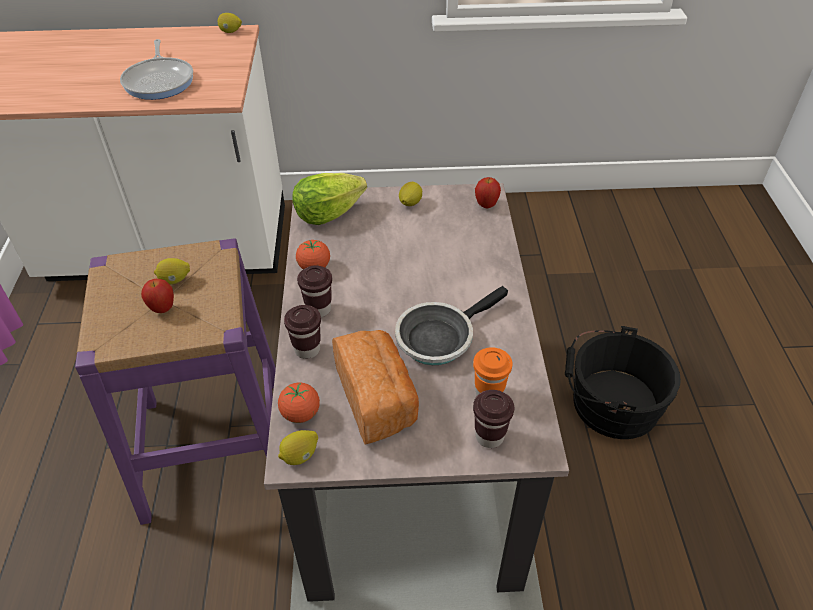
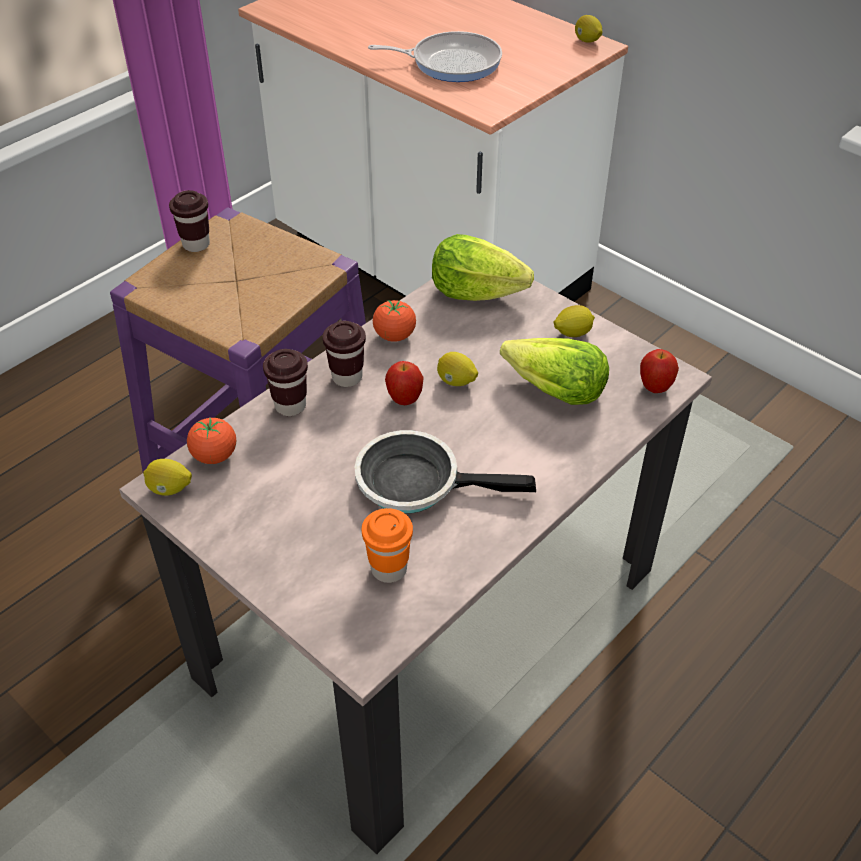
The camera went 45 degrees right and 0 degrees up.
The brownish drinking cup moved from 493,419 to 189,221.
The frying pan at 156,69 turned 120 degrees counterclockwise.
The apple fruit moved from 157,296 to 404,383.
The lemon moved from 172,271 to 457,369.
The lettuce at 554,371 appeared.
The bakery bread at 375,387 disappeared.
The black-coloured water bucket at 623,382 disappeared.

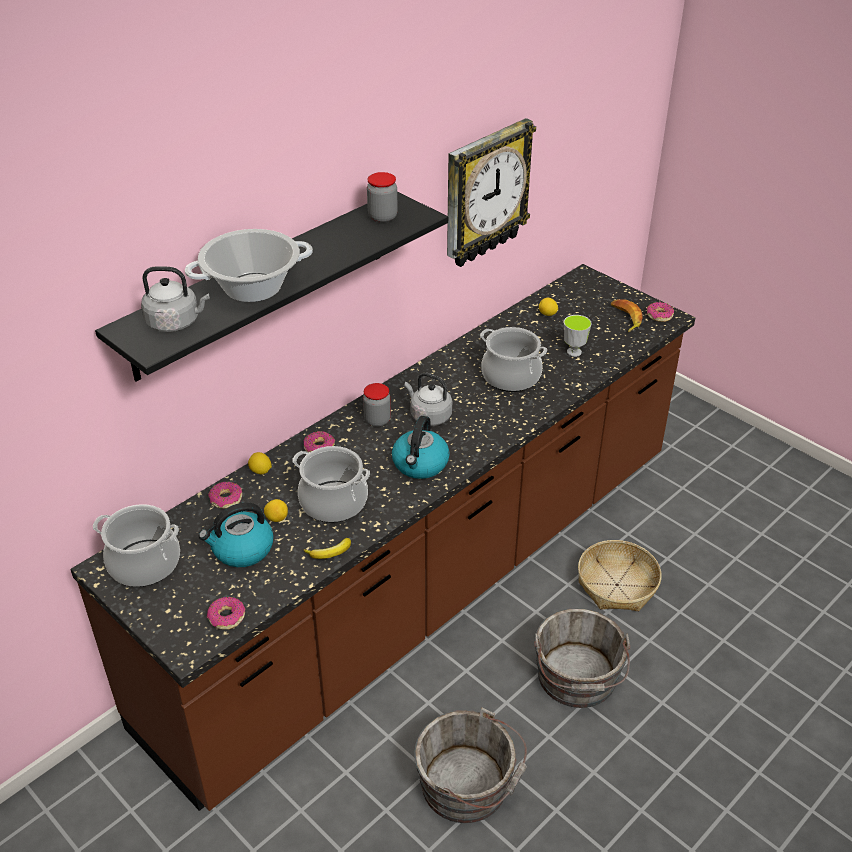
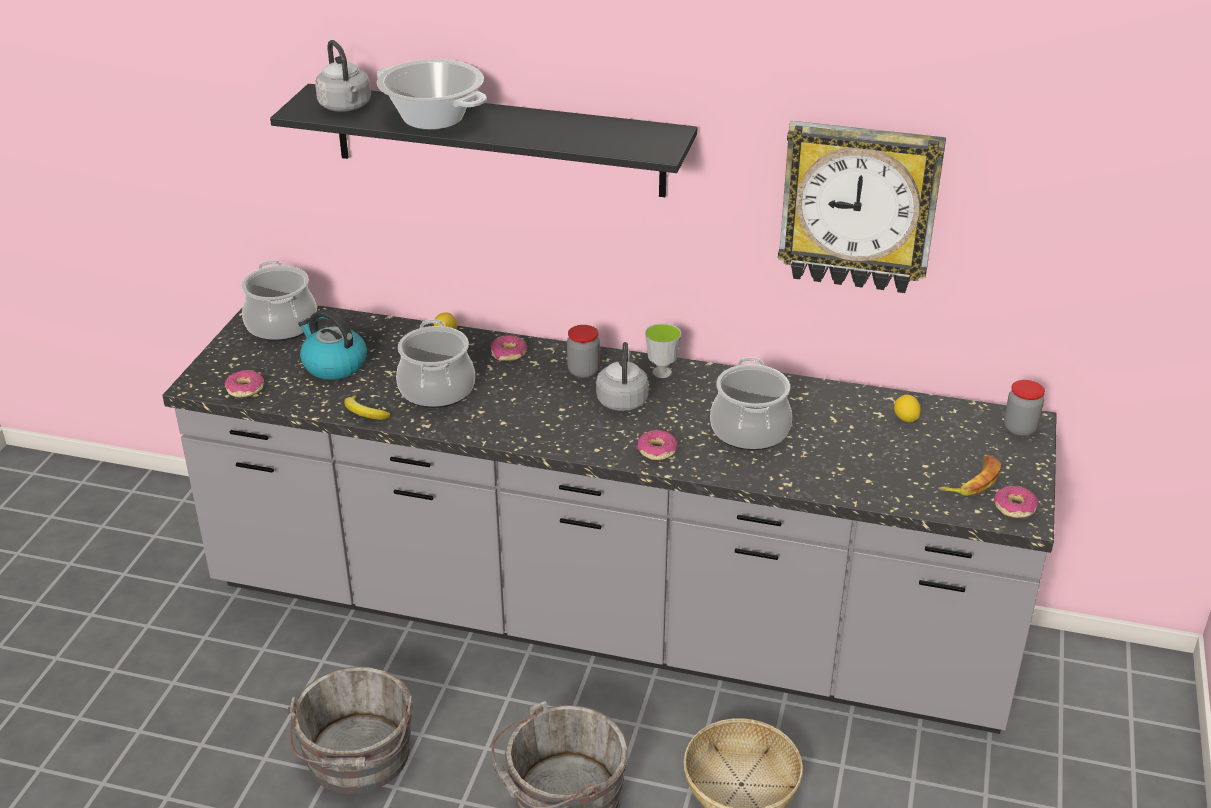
The camera went 60 degrees right and 5 degrees down.
The brownish counter at 383,537 became the grey counter at 609,519.
The ring doughnut moved from 225,495 to 657,445.
The drinking cup moved from 578,336 to 663,350.
The storage jar moved from 382,197 to 1024,408.
The lemon at 276,510 disappeared.
The water kettle at 421,447 disappeared.

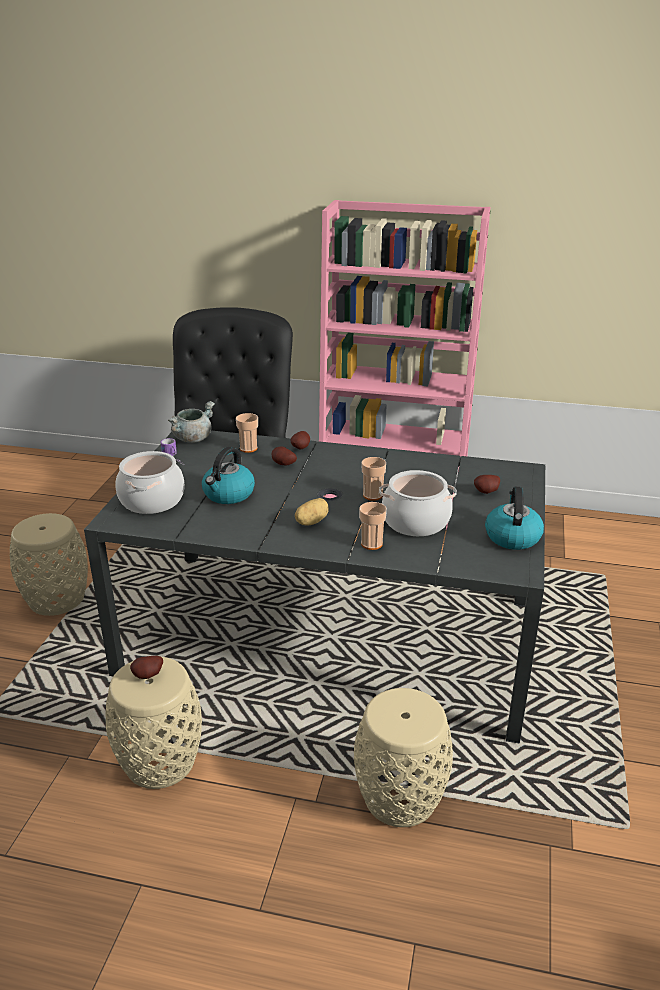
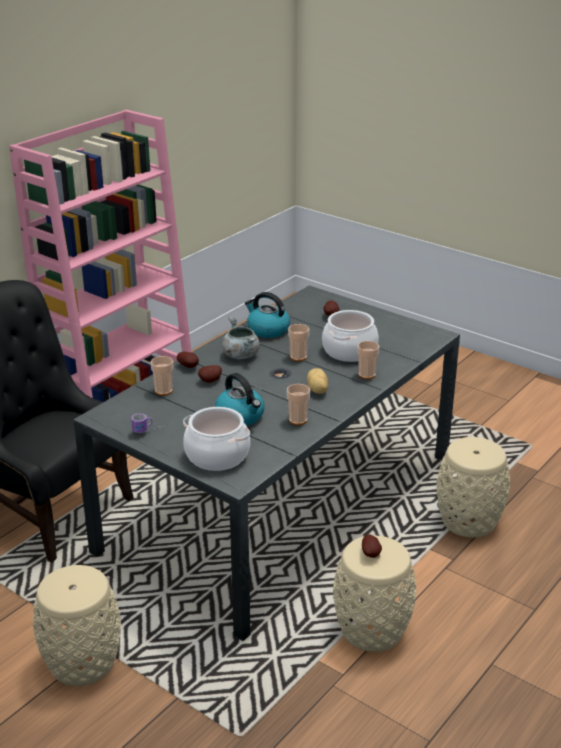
The camera went 65 degrees left and 0 degrees up.
The grey cooking pot moved from 191,422 to 241,338.
The water kettle moved from 514,518 to 267,315.
The drinking cup at 298,404 appeared.

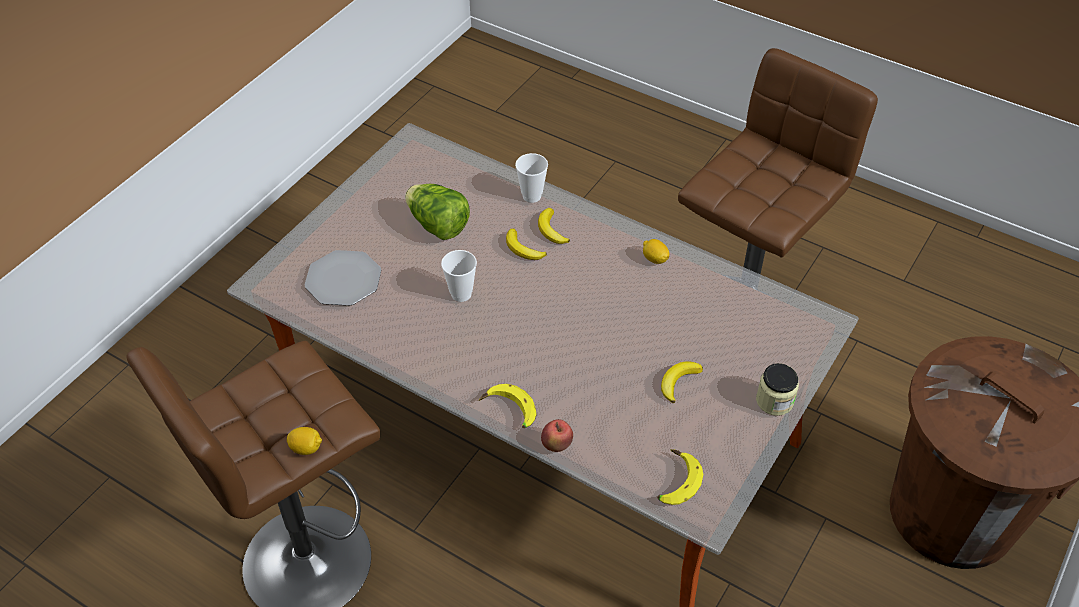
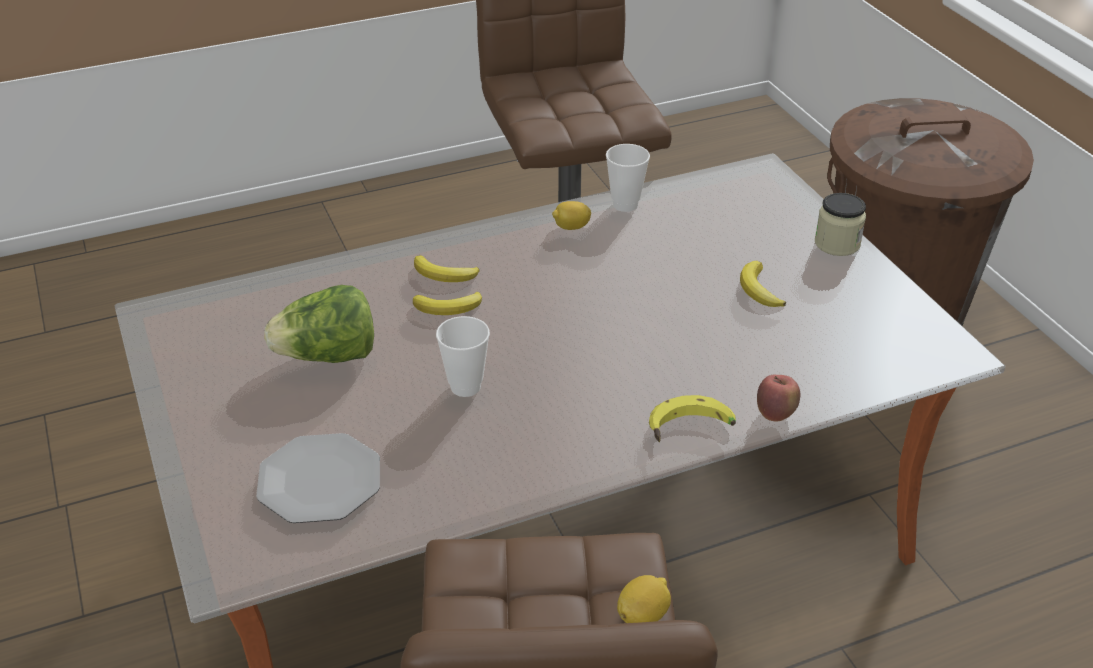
The camera went 55 degrees left and 10 degrees down.
The drinking cup moved from 531,178 to 628,178.
The whole banana at 680,477 disappeared.

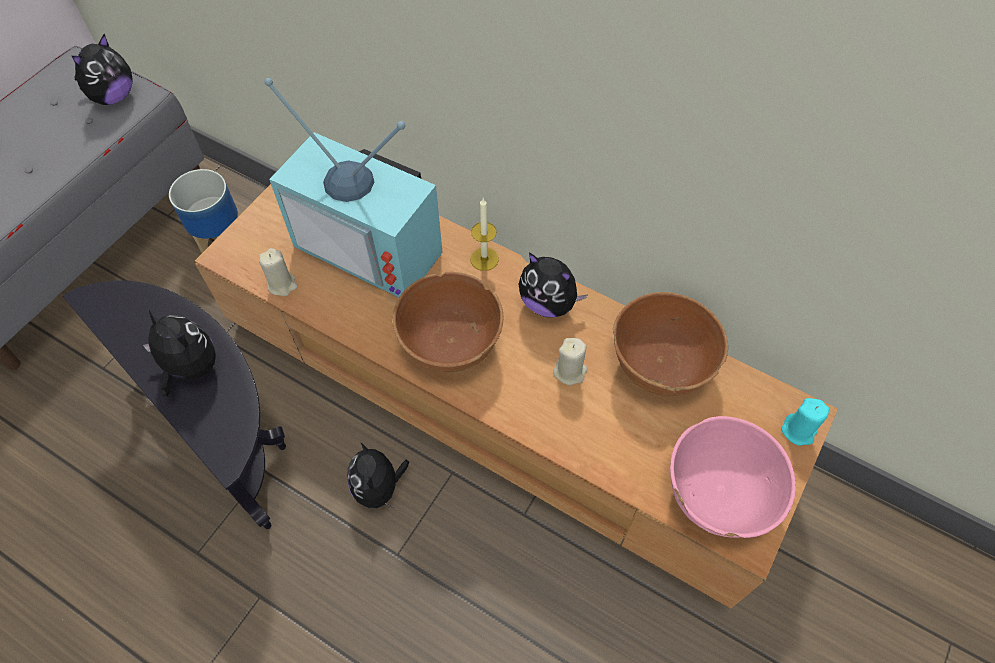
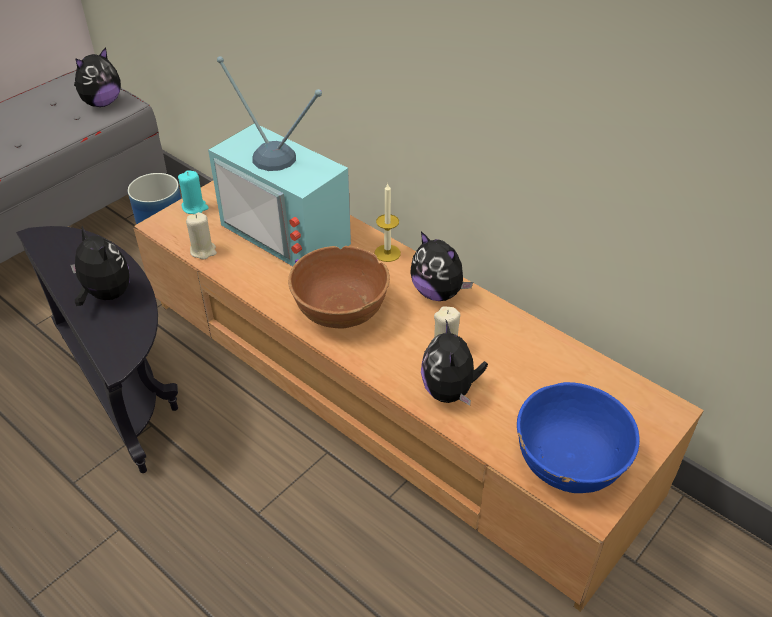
The camera went 10 degrees right and 15 degrees down.
The blue-green wax candle moved from 805,422 to 193,192.
The plush toy moved from 378,475 to 454,362.
The pink serving bowl at 733,477 became the blue-coloured serving bowl at 578,437.
The brownish serving bowl at 670,344 disappeared.

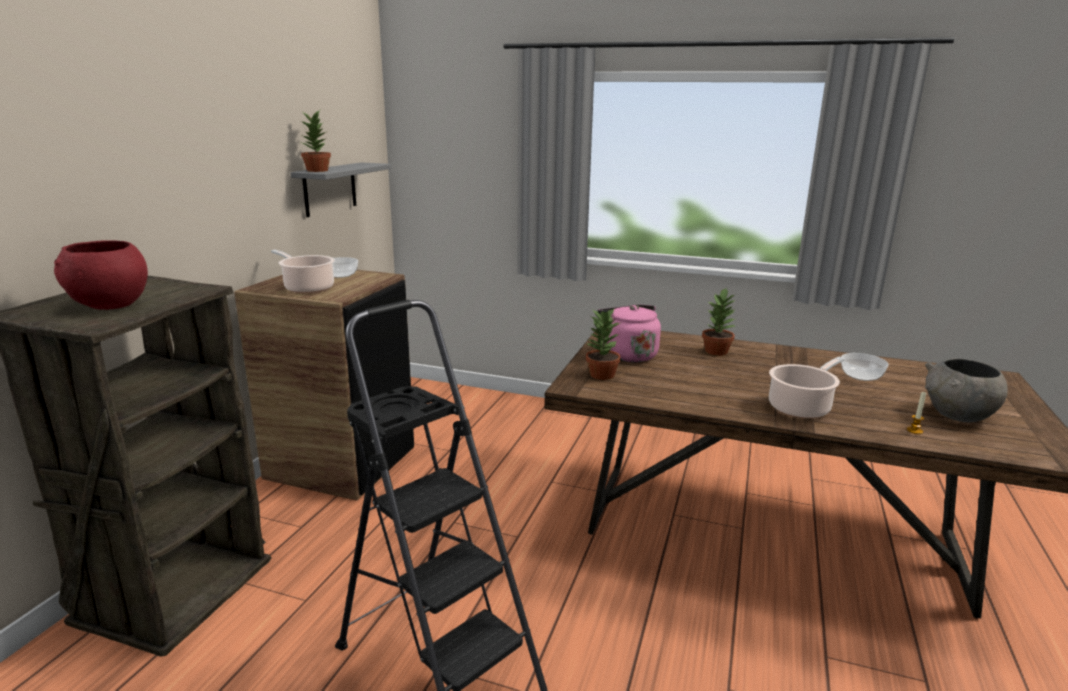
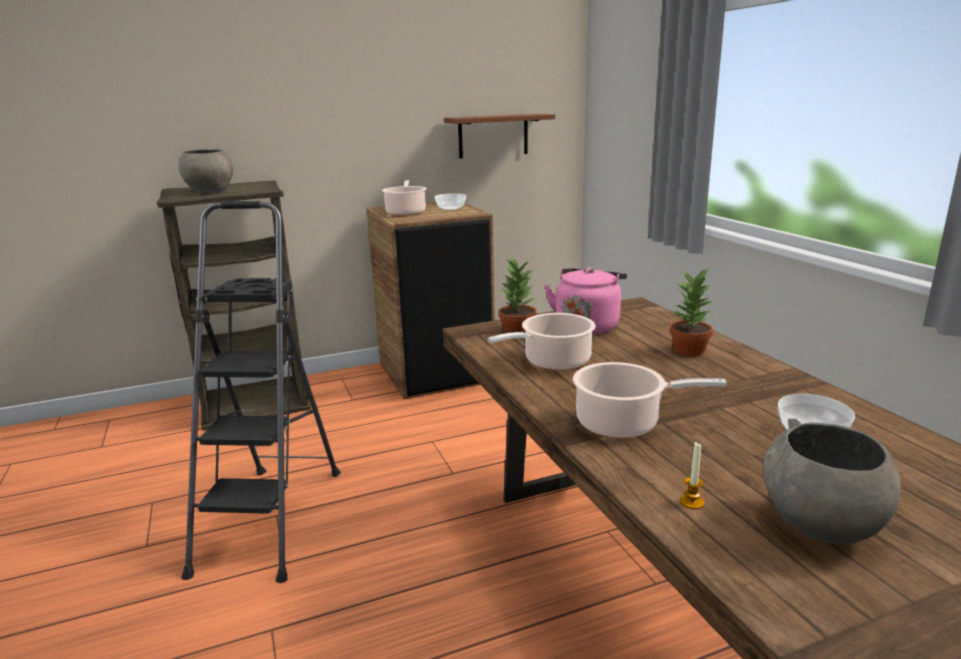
The camera went 50 degrees right and 0 degrees up.
The red serving bowl at 101,275 became the grey serving bowl at 205,171.
The grey bracket shelf at 341,189 became the brownish bracket shelf at 499,136.
The cooking pot at 542,341 appeared.
The houseplant at 316,141 disappeared.

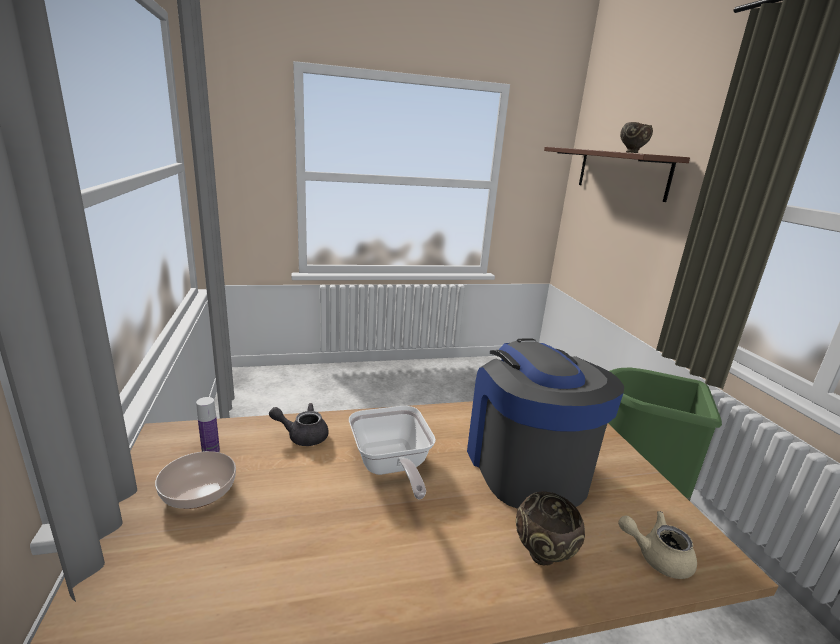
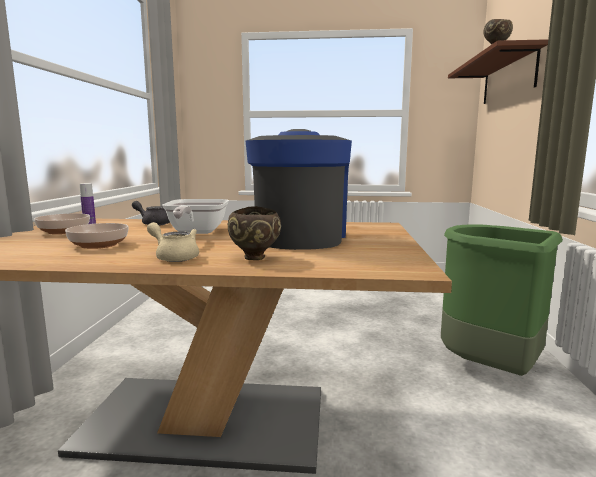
The camera went 20 degrees right and 10 degrees down.
The serving bowl at 96,236 appeared.
The beige-coloured teapot moved from 657,545 to 173,242.

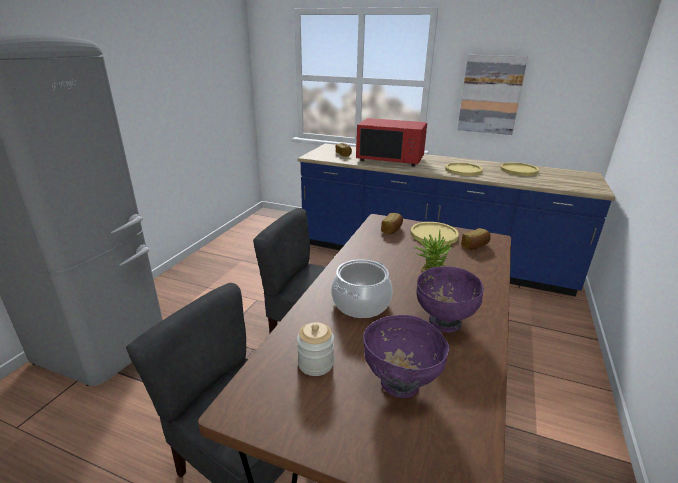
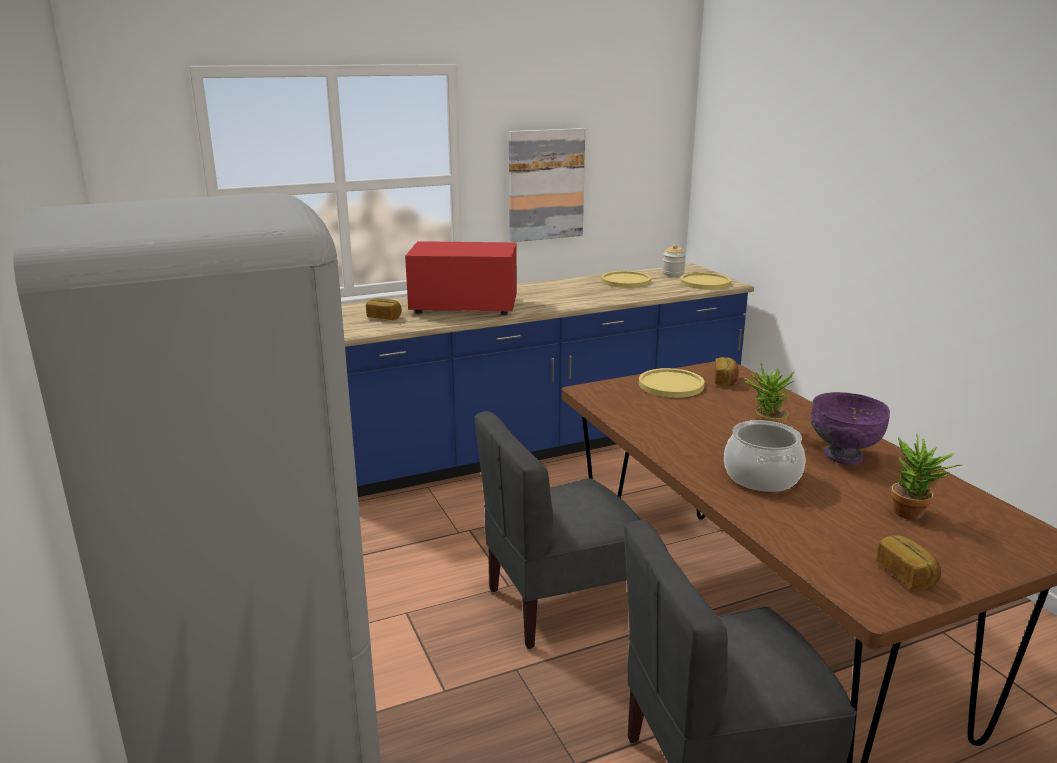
The camera went 45 degrees left and 5 degrees down.
The red microwave at 391,142 turned 150 degrees counterclockwise.
The storage jar moved from 315,349 to 674,260.
The yellow dinner plate moved from 464,169 to 705,281.
The bakery bread moved from 392,223 to 908,562.
The purple-coloured serving bowl at 406,356 was replaced by the houseplant at 927,477.

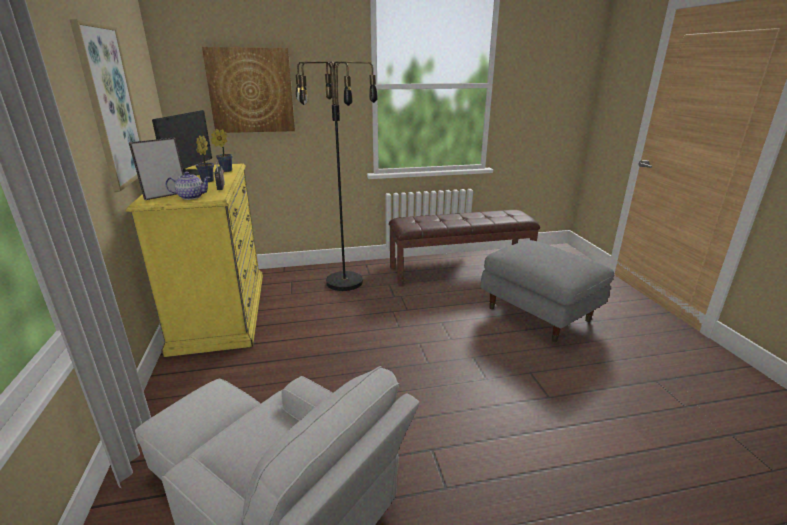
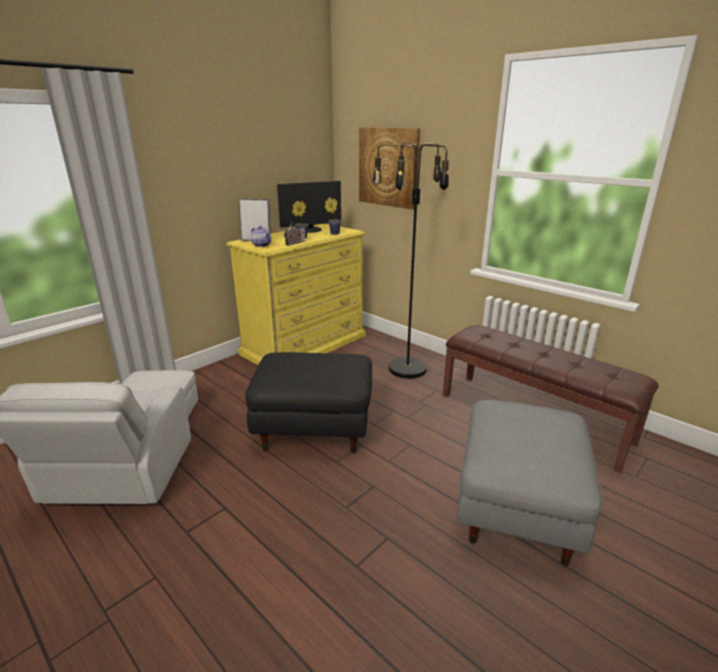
The camera went 55 degrees right and 0 degrees up.
The black-coloured footrest at 309,402 appeared.
The wall art at 106,105 disappeared.

